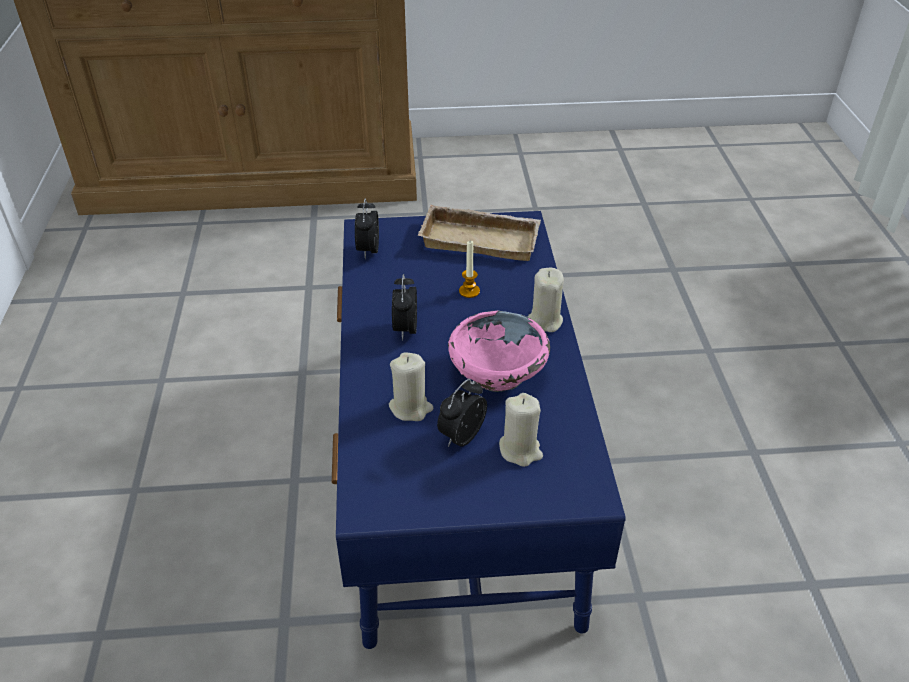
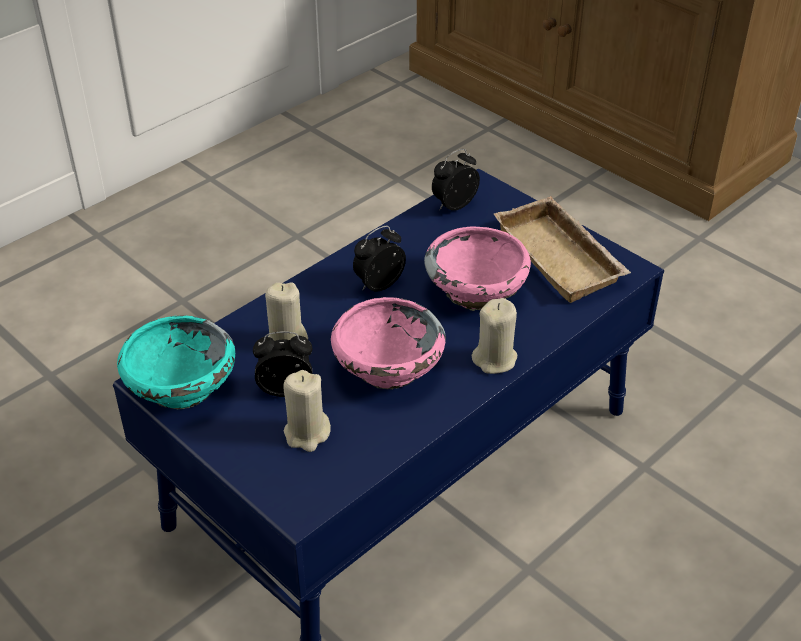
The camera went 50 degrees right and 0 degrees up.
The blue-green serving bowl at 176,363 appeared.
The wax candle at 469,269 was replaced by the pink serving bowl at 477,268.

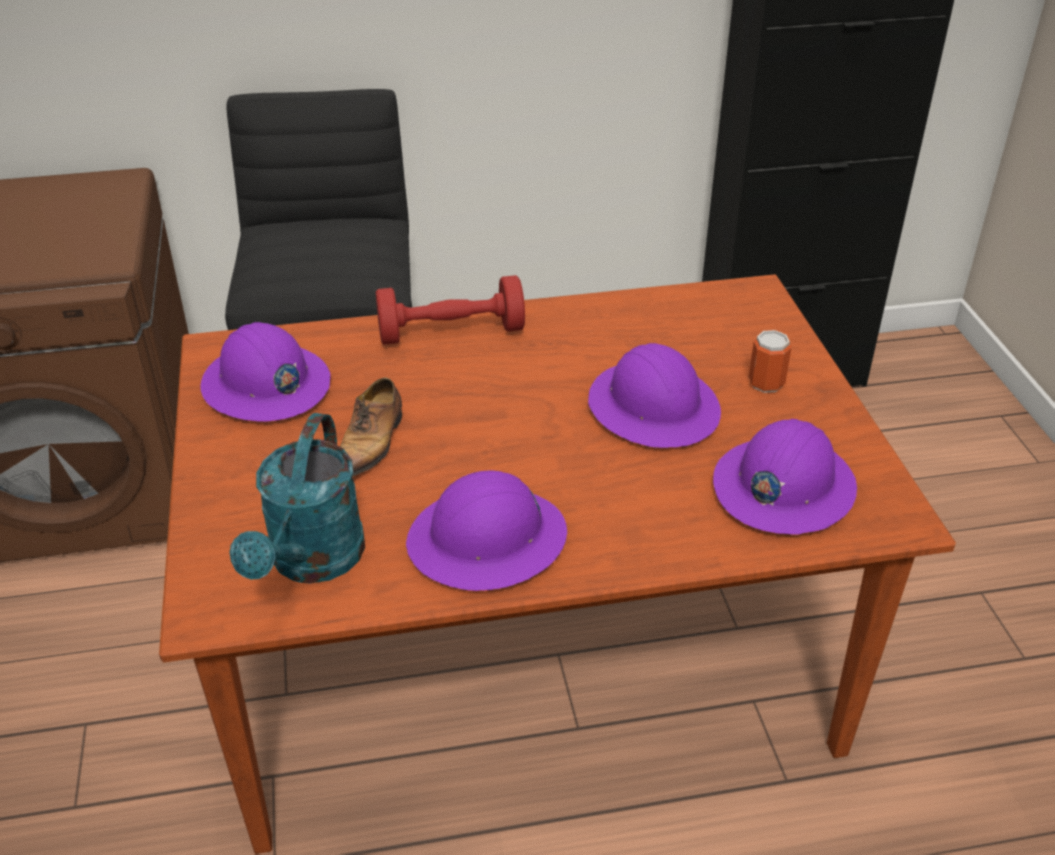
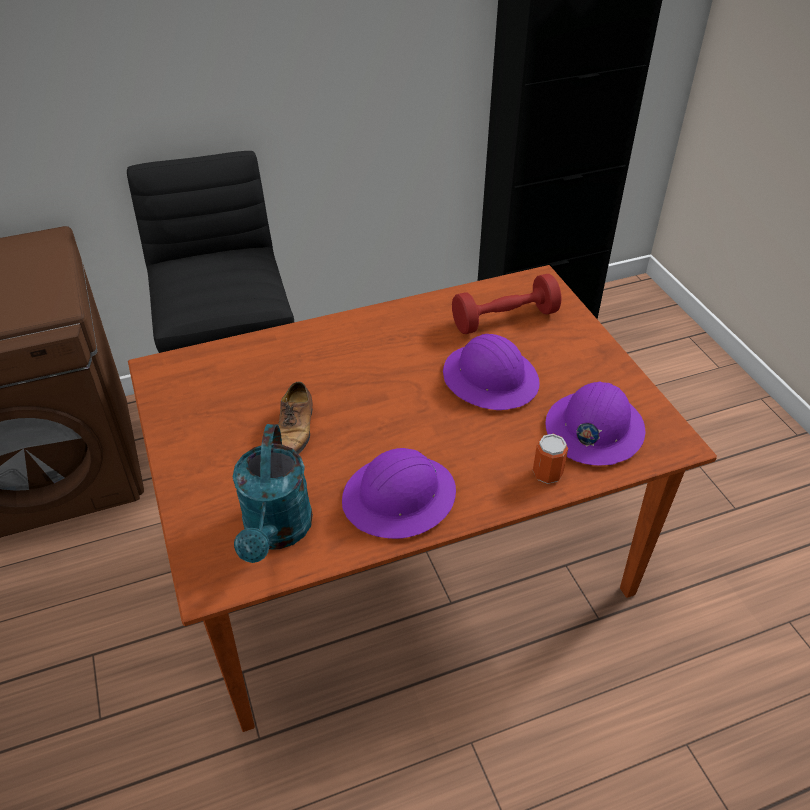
The camera went 10 degrees left and 5 degrees up.
The red dumbbell moved from 450,310 to 507,304.
The can moved from 770,361 to 550,459.
The purple-coloured safety helmet at 265,372 disappeared.

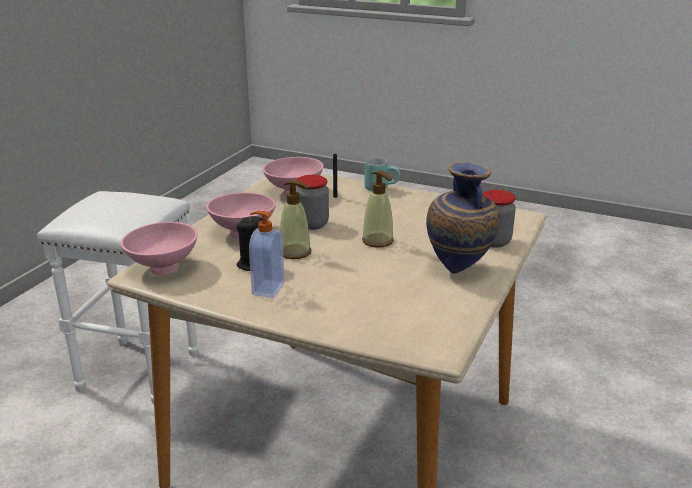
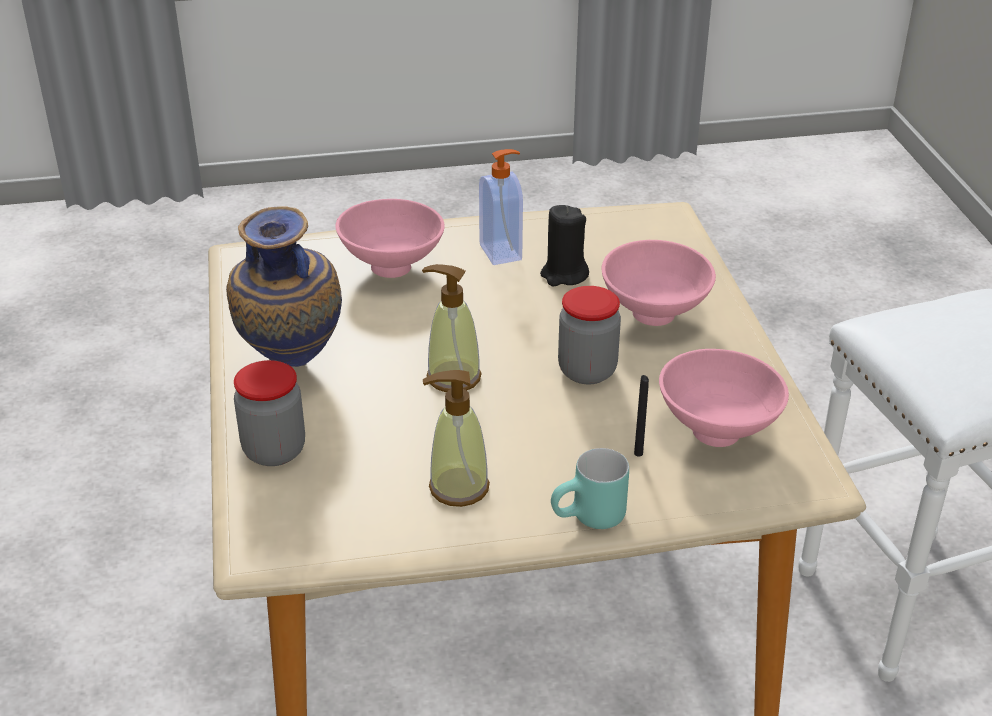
The camera went 145 degrees right and 10 degrees up.
The pink serving bowl moved from 159,248 to 390,238.
The soap dispenser moved from 295,219 to 456,438.

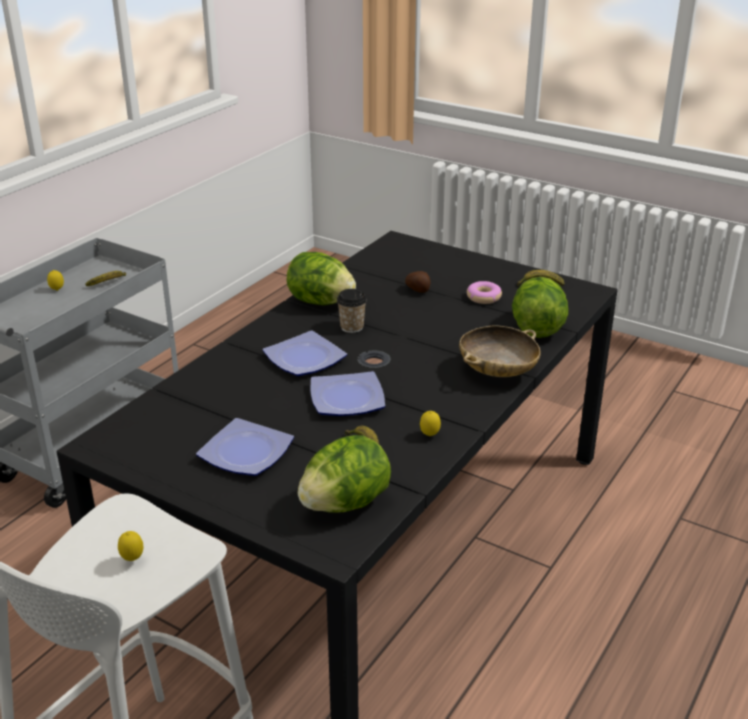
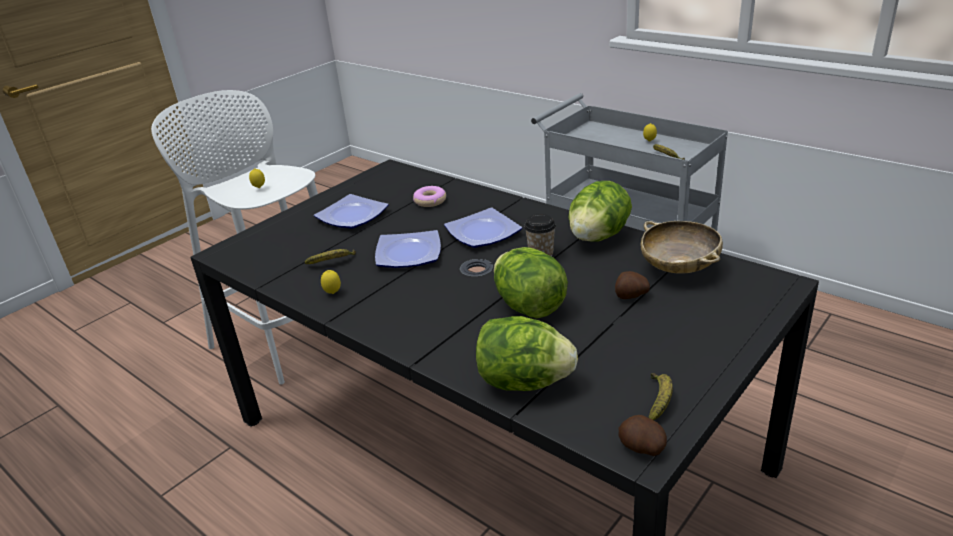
The camera went 100 degrees right and 0 degrees up.
The ring doughnut moved from 484,292 to 429,196.
The lettuce moved from 344,474 to 531,283.
The whole potato at 642,435 appeared.
The beige-coloured serving bowl moved from 500,351 to 682,247.

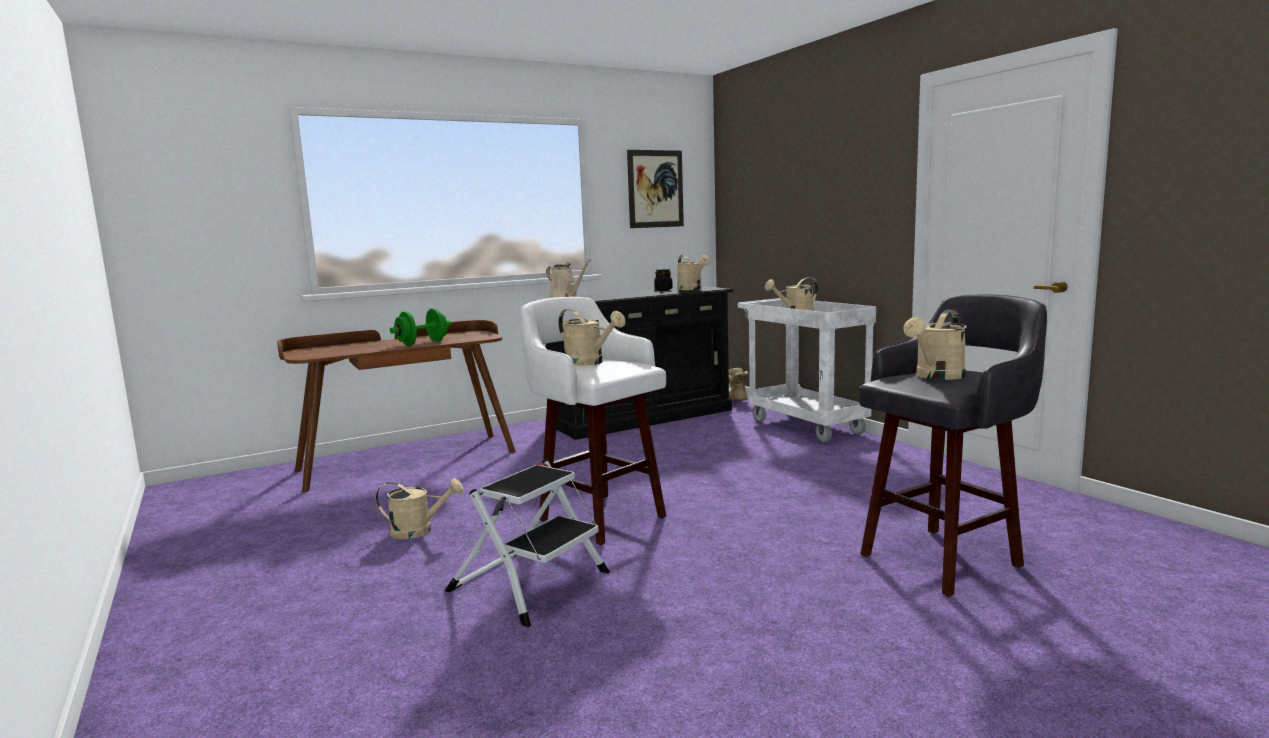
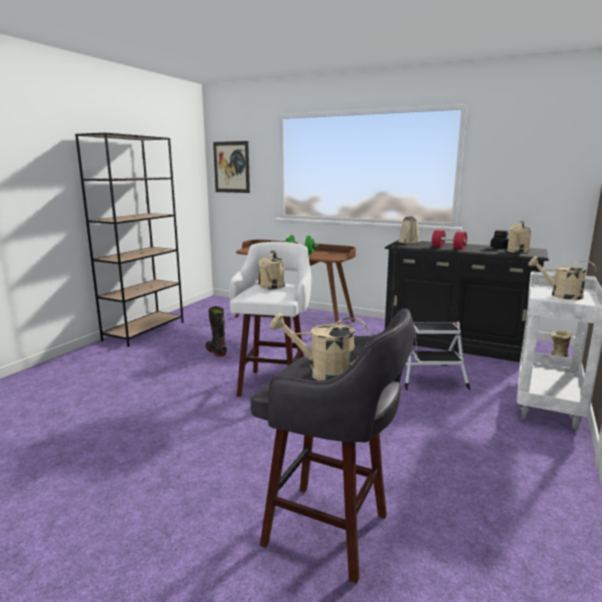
The camera went 55 degrees right and 5 degrees up.
The beige-coloured bookcase at 129,240 appeared.
The beige-coloured watering pot at 419,508 was replaced by the black-coloured tall boot at 216,331.
The wall art moved from 655,189 to 231,167.
The step stool moved from 527,543 to 437,355.
The red dumbbell at 449,239 appeared.

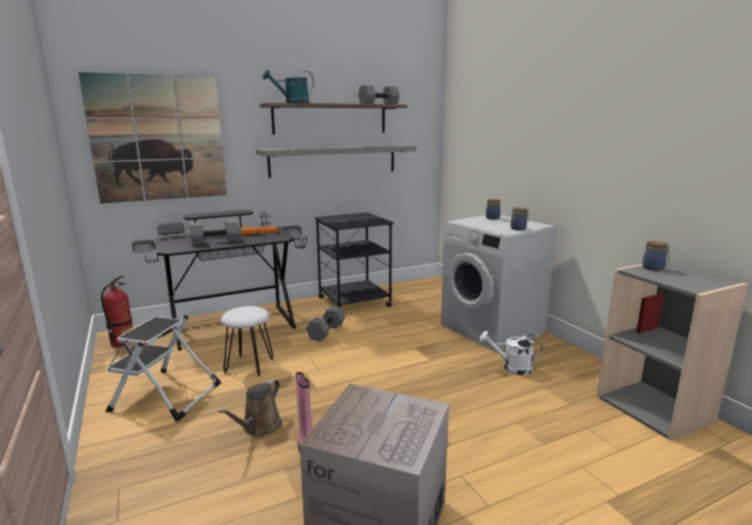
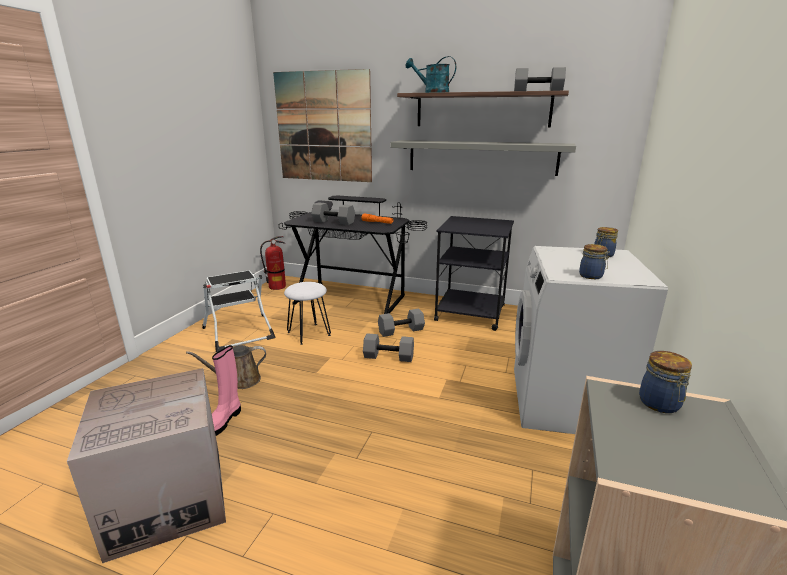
The camera went 45 degrees right and 5 degrees up.
The grey dumbbell at 388,347 appeared.
The white-coloured watering pot at 511,353 disappeared.

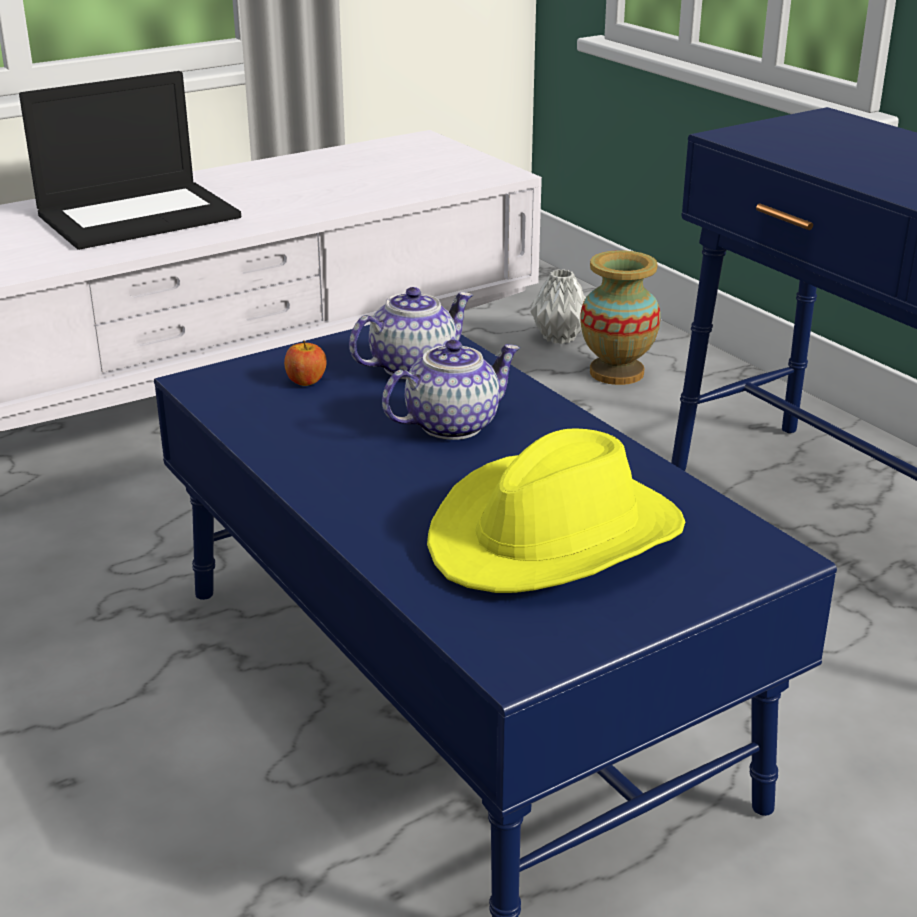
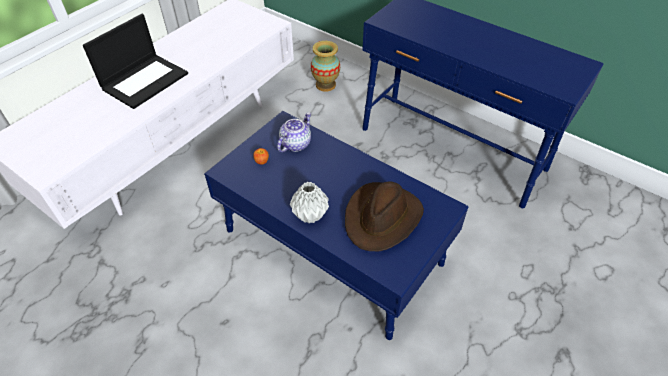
The camera went 20 degrees left and 20 degrees up.
The grey flower vase moved from 558,306 to 309,202.
The yellow hat at 556,510 became the brownish hat at 384,216.
The teapot at 451,390 disappeared.

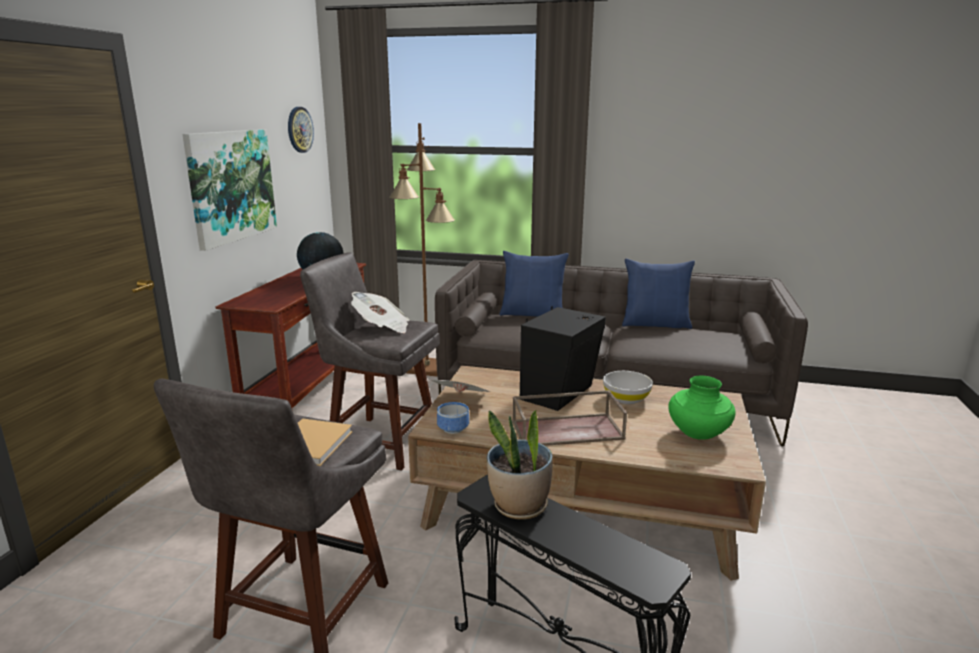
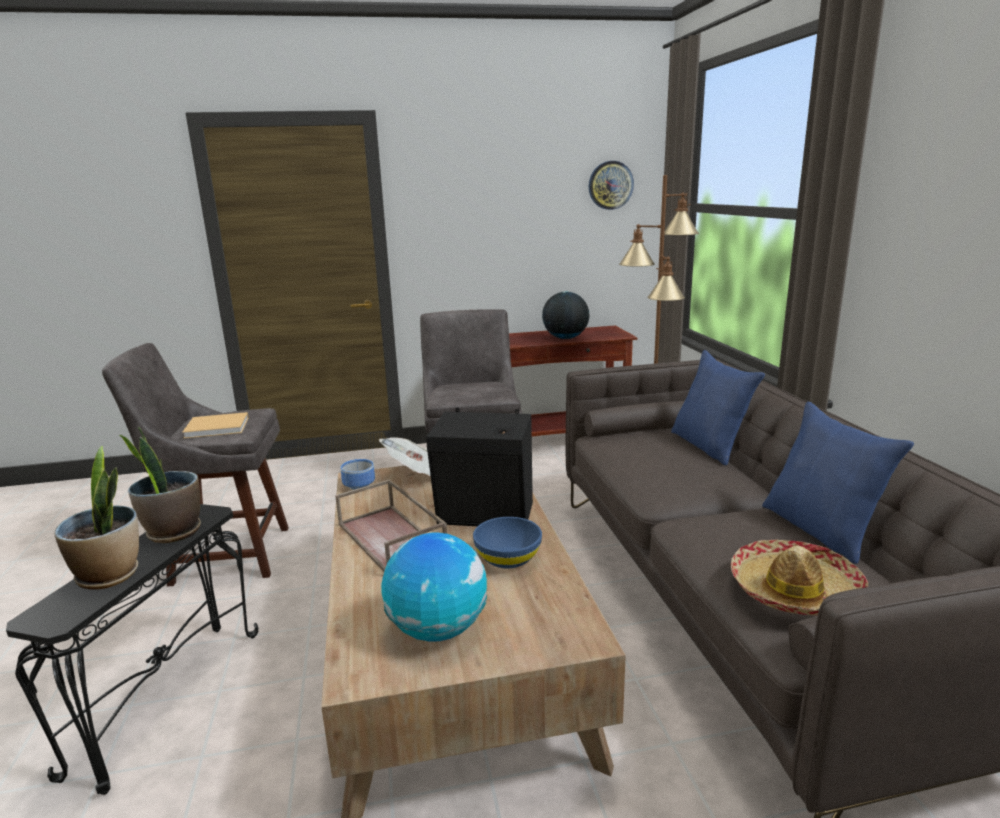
The camera went 65 degrees right and 0 degrees up.
The houseplant at 96,518 appeared.
The greenish flower vase at 702,407 was replaced by the globe at 434,587.
The white-coloured serving bowl at 628,387 became the blue-coloured serving bowl at 507,543.
The hat at 799,577 appeared.
The wall art at 229,190 disappeared.
The printed paper at 380,312 disappeared.

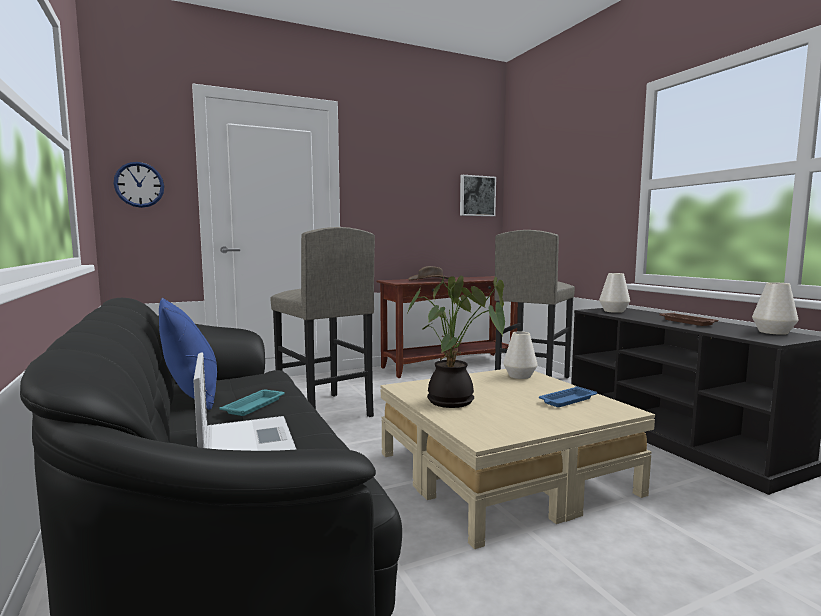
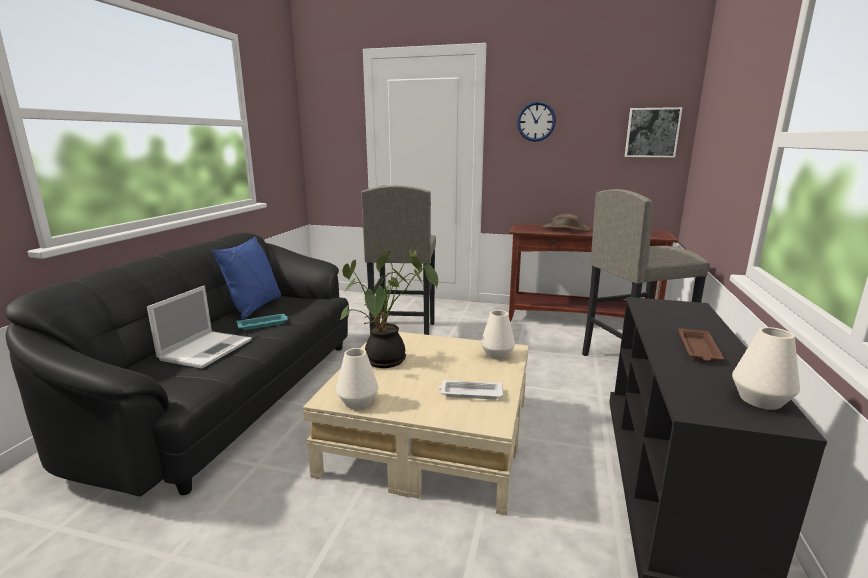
The camera went 40 degrees right and 10 degrees up.
The white-coloured flower vase moved from 614,293 to 357,378.
The blue-coloured tray at 568,396 became the white-coloured tray at 471,389.
The clock on the wall moved from 138,185 to 536,121.

